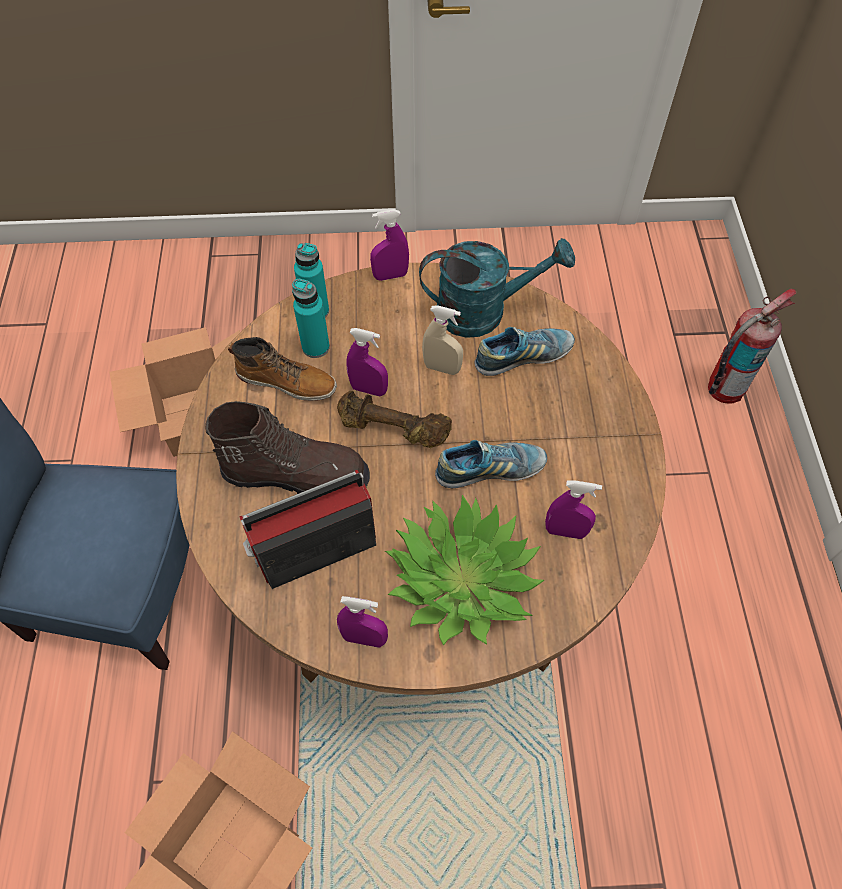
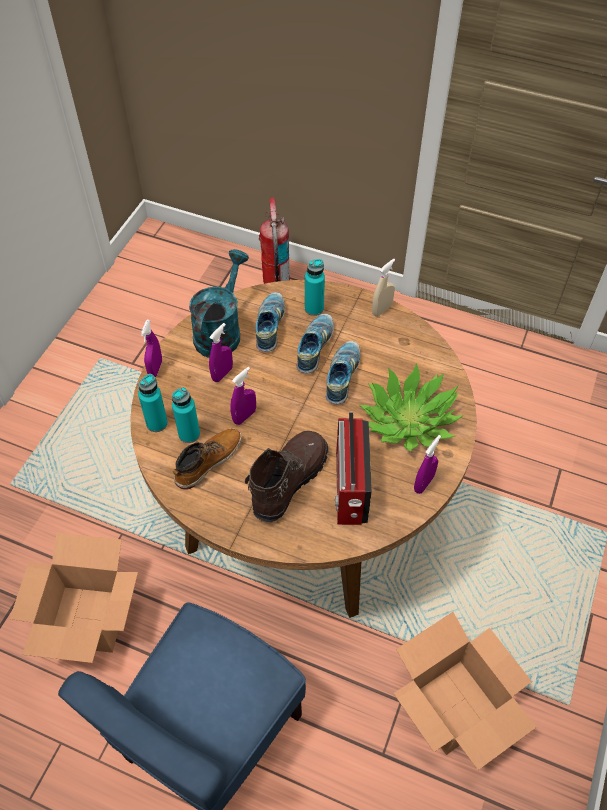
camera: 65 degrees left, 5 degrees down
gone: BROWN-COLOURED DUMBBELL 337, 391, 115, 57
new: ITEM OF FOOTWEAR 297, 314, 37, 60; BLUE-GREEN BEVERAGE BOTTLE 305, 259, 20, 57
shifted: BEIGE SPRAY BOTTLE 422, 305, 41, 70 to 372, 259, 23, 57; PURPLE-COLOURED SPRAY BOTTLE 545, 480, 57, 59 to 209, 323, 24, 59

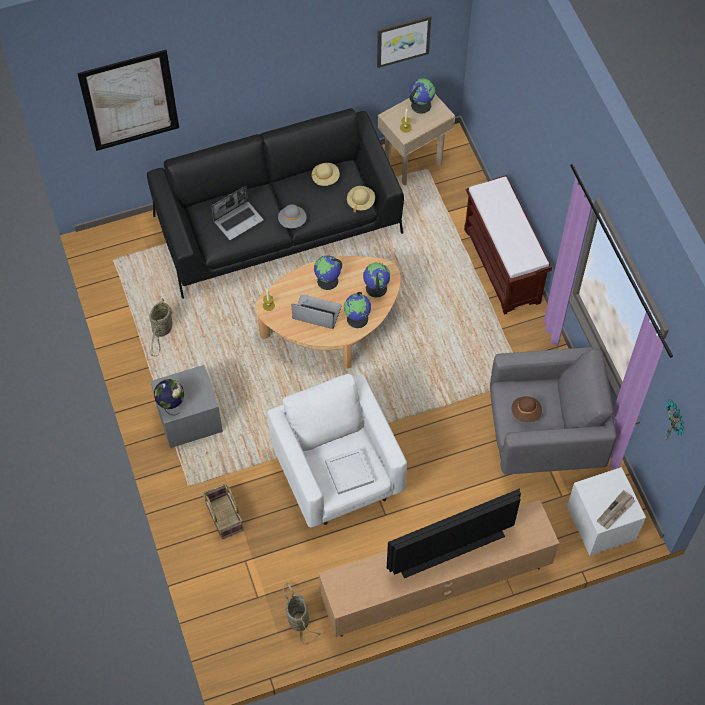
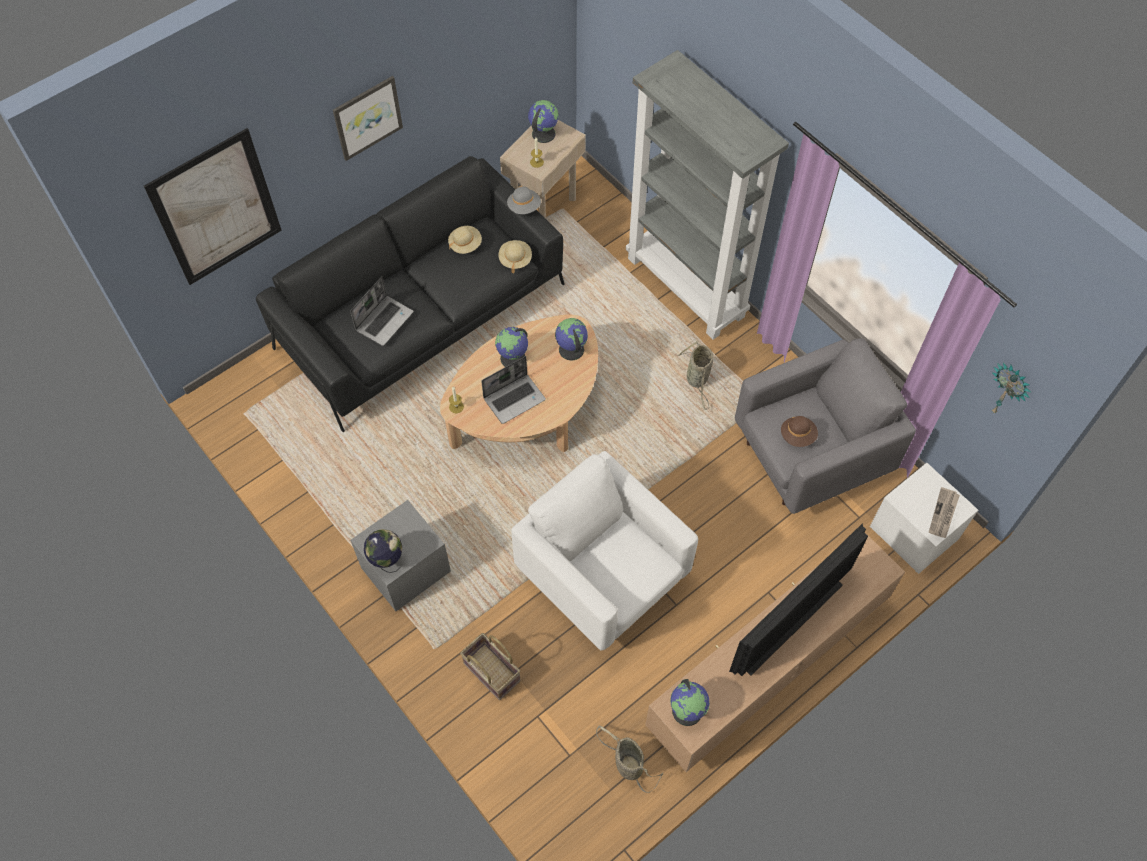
camera: 20 degrees left, 0 degrees up
gone: WHITE CARRYING TRAY 325, 448, 49, 47
shifted: HOUSEHOLD BASKET 149, 298, 23, 58 to 677, 341, 37, 69; GREY WEARABLE HAT 278, 204, 28, 24 to 507, 186, 34, 28; GLOBE 344, 292, 27, 36 to 670, 679, 40, 47; PICTURE 377, 15, 54, 53 to 333, 76, 70, 85
swapped: BROWN-COLOURED INDOOR BENCH 464, 175, 88, 140 to GREY BOOKSHELF 626, 50, 163, 290
rotated: LAPTOP 292, 294, 50, 35 = 481, 356, 65, 68 150 degrees clockwise

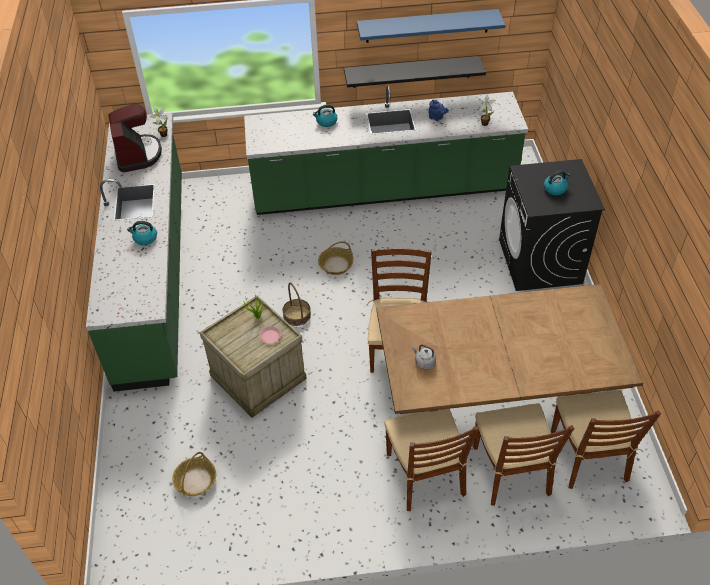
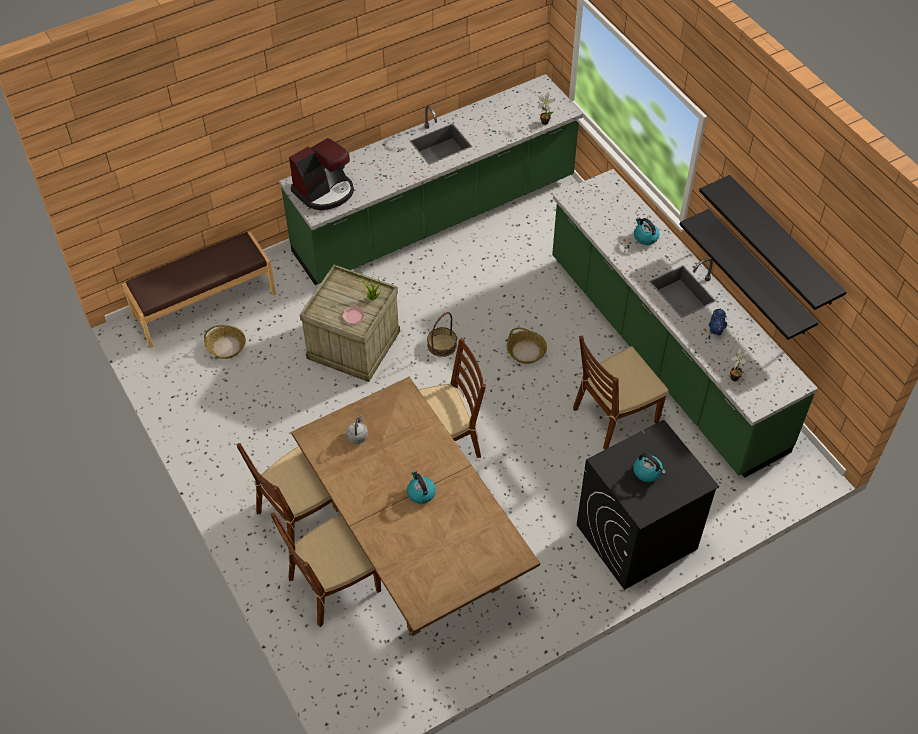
camera: 65 degrees right, 5 degrees up
new: BROWN-COLOURED INDOOR BENCH 122, 231, 154, 117
shifted: COFFEE MACHINE 108, 103, 54, 70 to 289, 138, 65, 72; WATER KETTLE 127, 221, 30, 24 to 407, 470, 29, 34; BROWN-COLOURED PLAIN CHAIR 551, 390, 110, 99 to 573, 335, 96, 114
repainted: BLUE WALL SHELF 357, 9, 149, 34 to BLACKISH WALL SHELF 699, 175, 148, 135

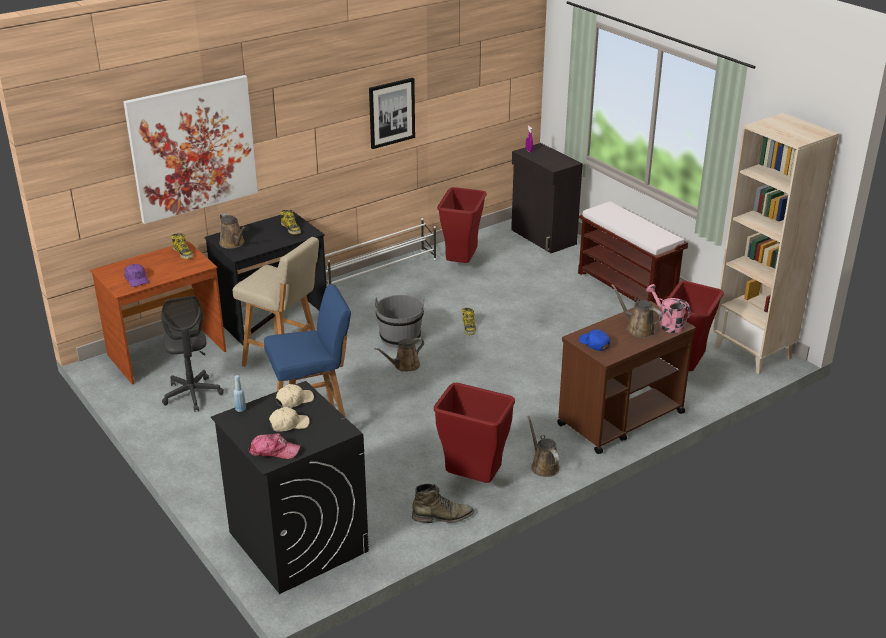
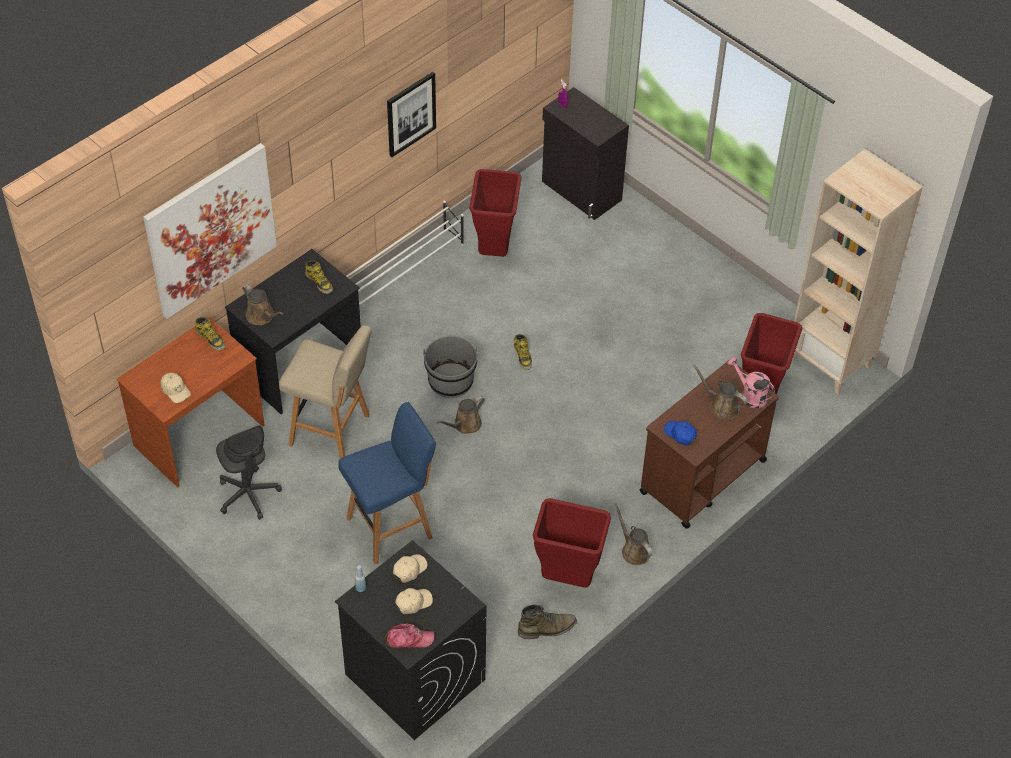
camera: 10 degrees left, 20 degrees up
gone: BROWN-COLOURED INDOOR BENCH 578, 202, 110, 102
repainted: PURPLE-COLOURED PEAKED CAP 124, 264, 25, 23 to BEIGE PEAKED CAP 160, 373, 31, 30

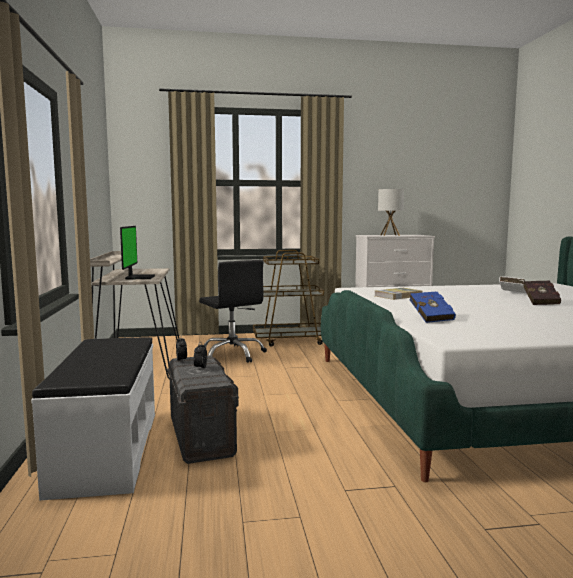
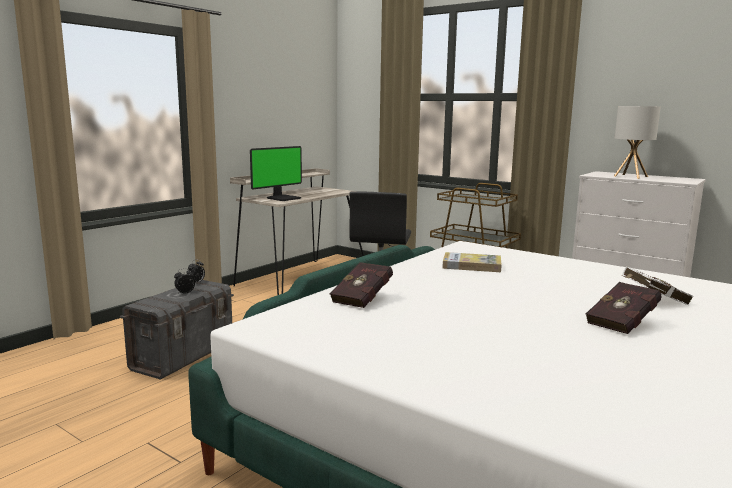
camera: 45 degrees right, 5 degrees up
gone: WHITE INDOOR BENCH 31, 337, 124, 164
repainted: BLUE VOLUME 410, 291, 46, 32 to RED-COLOURED VOLUME 330, 262, 63, 46

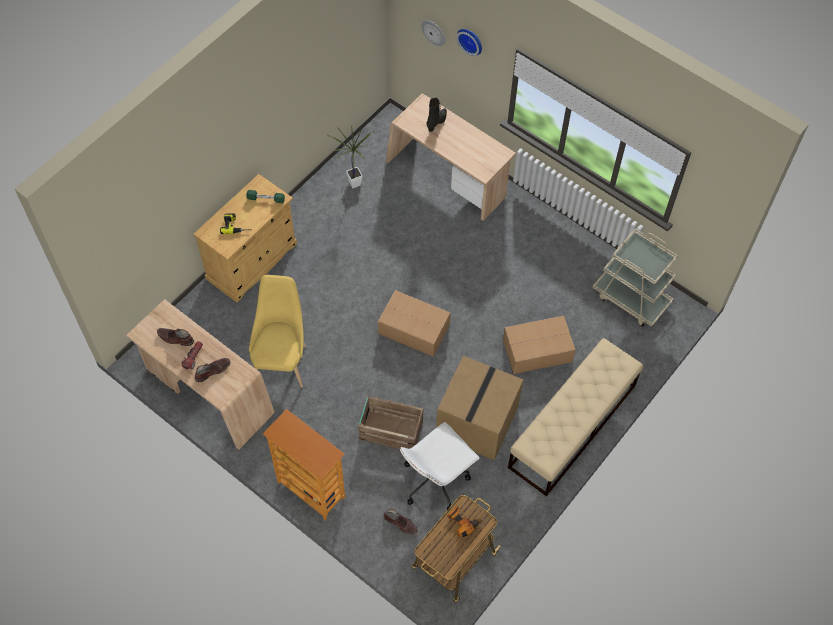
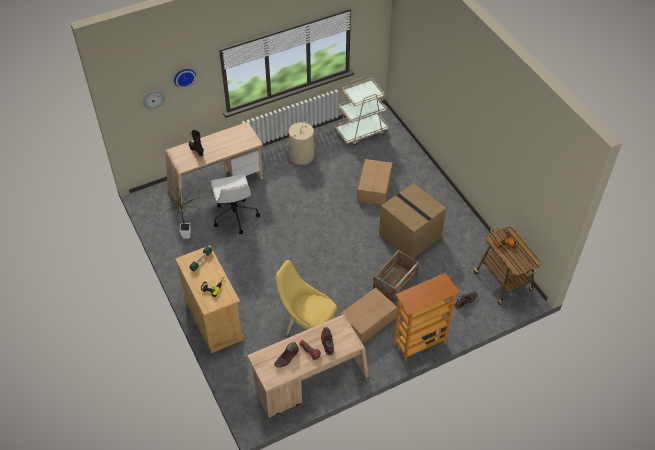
camera: 65 degrees left, 10 degrees down
gone: BEIGE INDOOR BENCH 508, 338, 135, 159
new: BEIGE HAMPER 289, 122, 25, 43
shifted: CARTON 378, 290, 73, 66 to 340, 288, 57, 56; WHITE OFFICE CHAIR 400, 422, 79, 88 to 210, 173, 50, 61

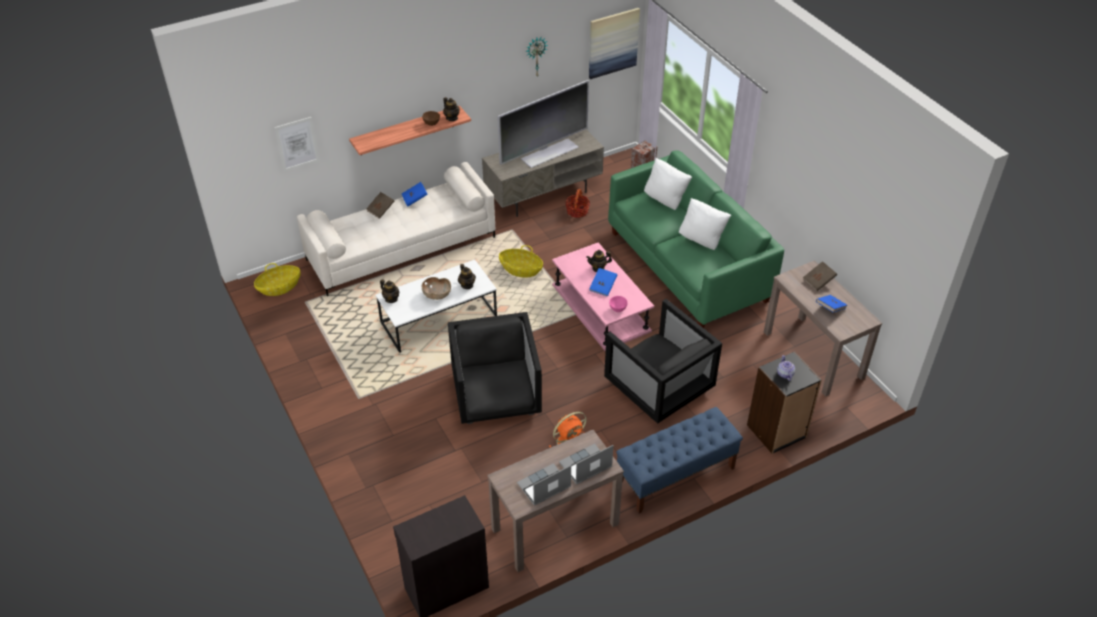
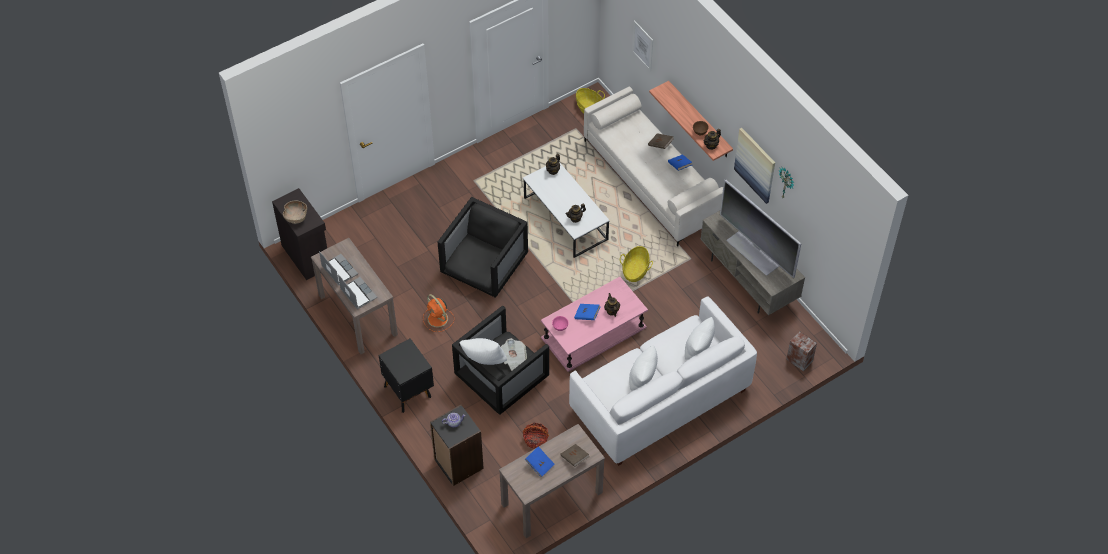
camera: 85 degrees right, 10 degrees up
new: WHITE THROW PILLOW 459, 338, 48, 27; PRINTED PAPER 501, 338, 26, 33
shifted: BROWN-COLOURED BOWL 422, 277, 29, 23 to 283, 201, 24, 23; HOUSEHOLD BASKET 565, 188, 25, 30 to 523, 423, 26, 26; PICTURE 589, 8, 51, 71 to 734, 128, 41, 76
swapped: BLUE INDOOR BENCH 616, 407, 127, 106 to BLACKISH BEDSIDE TABLE 379, 338, 55, 75
repainted: GREEN-COLOURED SETTEE 608, 150, 176, 178 to WHITE SETTEE 569, 297, 188, 169
rotated: BLACKISH ARMCHAIR 448, 312, 94, 112 = 438, 197, 90, 101 45 degrees counterclockwise

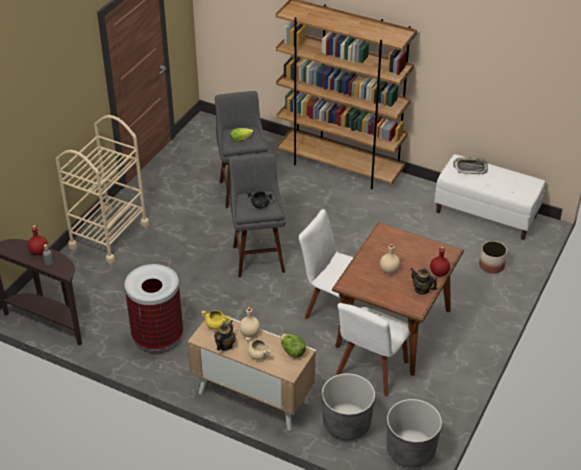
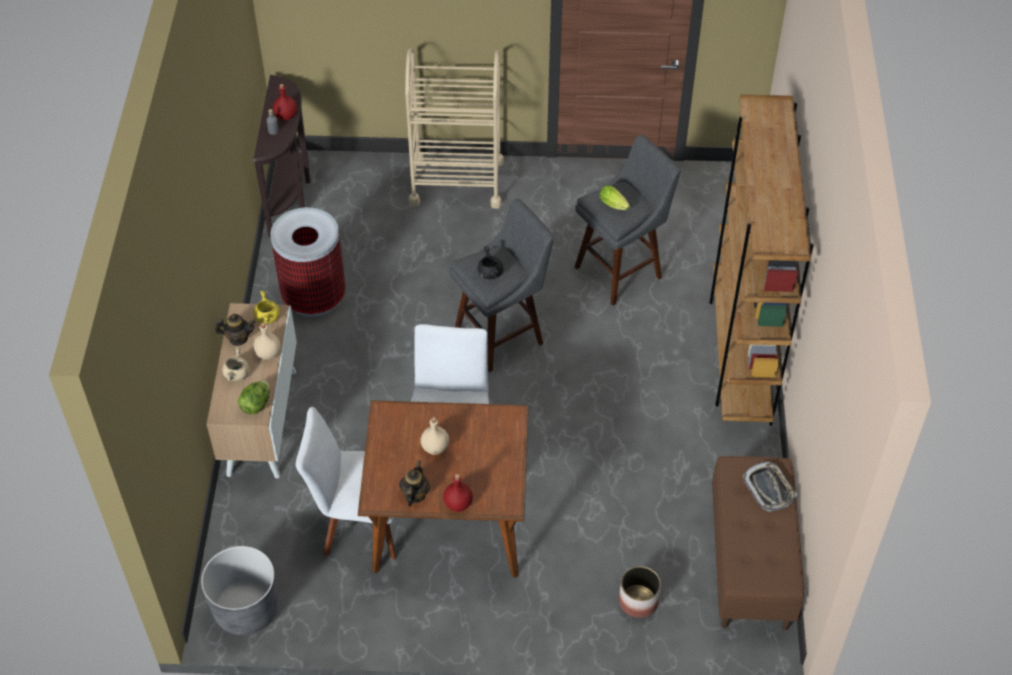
camera: 65 degrees right, 10 degrees up
gone: GREY PLANT POT 322, 373, 53, 67
repainted: WHITE INDOOR BENCH 434, 154, 111, 86 to BROWN-COLOURED INDOOR BENCH 712, 456, 92, 174

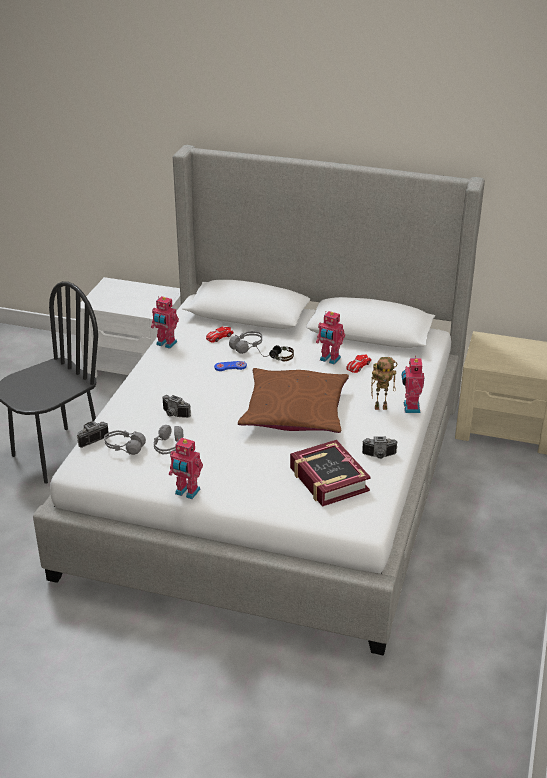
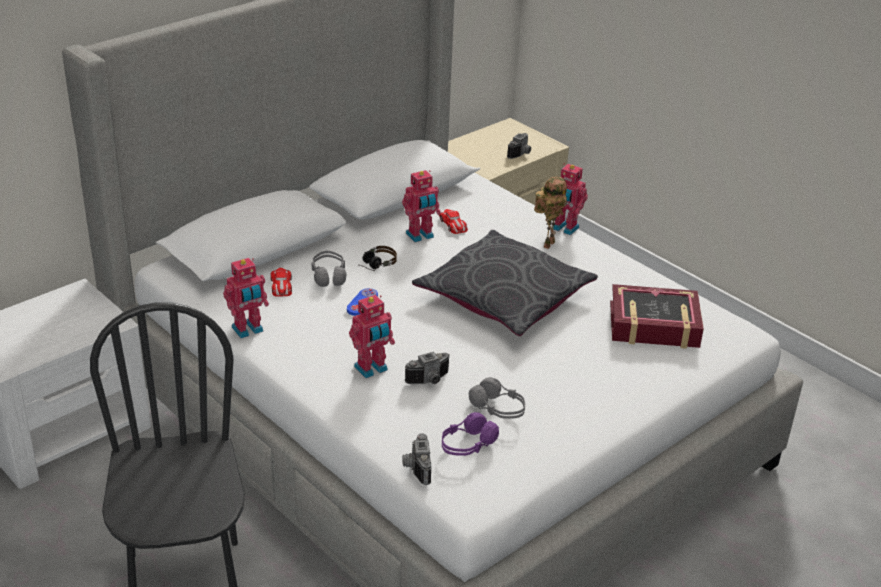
camera: 60 degrees left, 0 degrees up
shifted: TOY ROBOT 169, 438, 34, 61 to 349, 295, 46, 83; STILL CAMERA 362, 436, 36, 23 to 507, 133, 24, 26
repainted: GREY HEADSET 104, 430, 42, 25 to PURPLE-COLOURED HEADSET 442, 412, 57, 44; BROWN-COLOURED THROW PILLOW 238, 368, 111, 65 to GREY THROW PILLOW 412, 230, 186, 106

